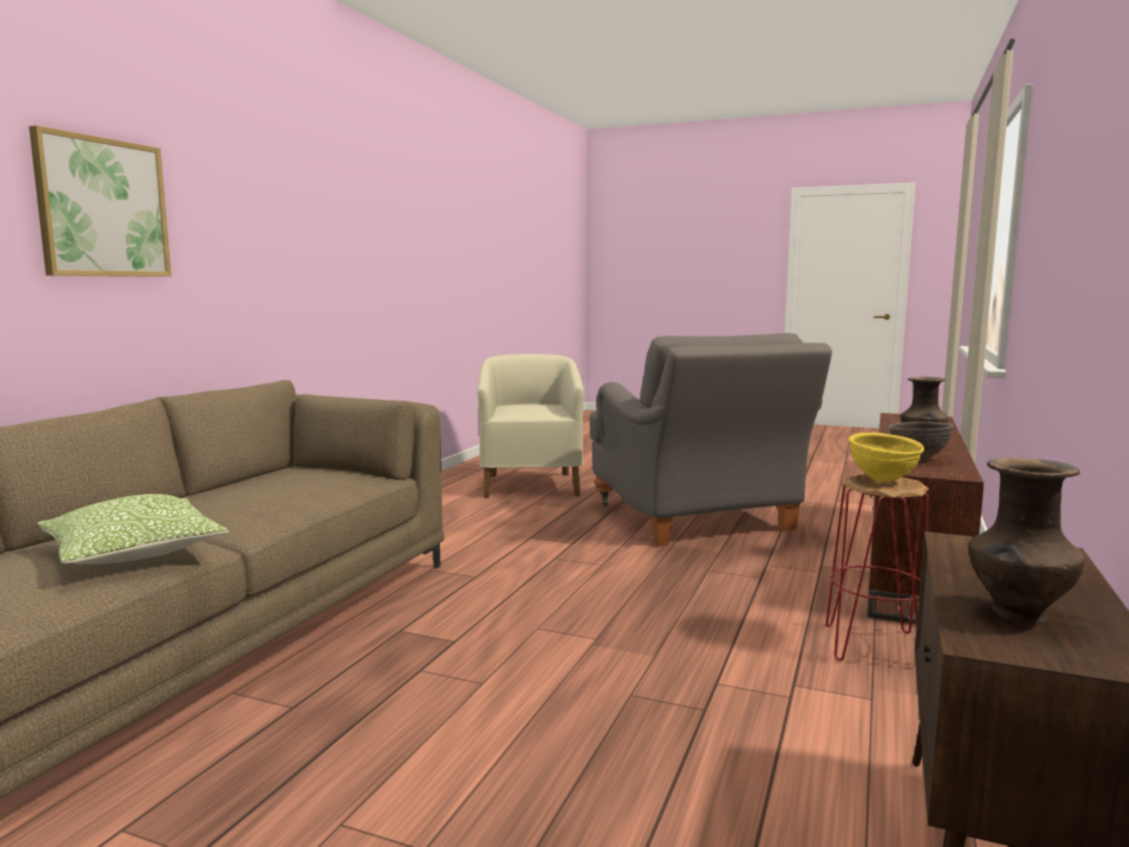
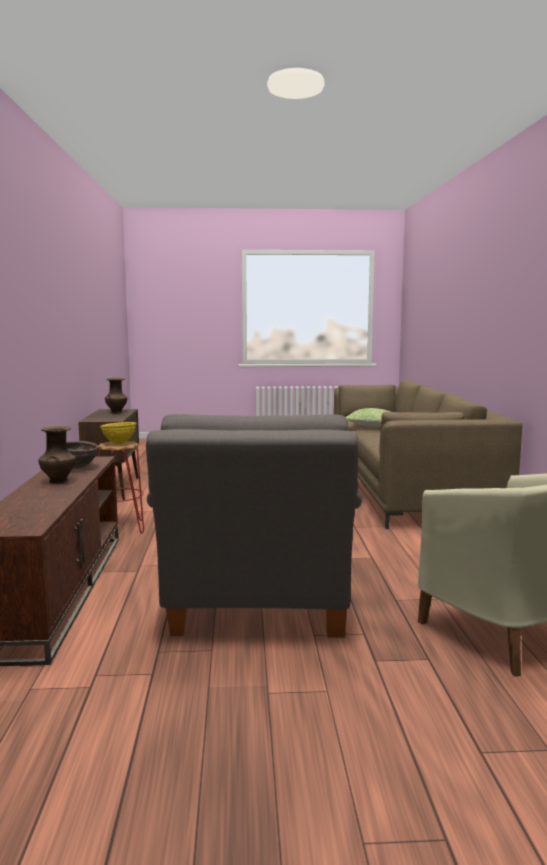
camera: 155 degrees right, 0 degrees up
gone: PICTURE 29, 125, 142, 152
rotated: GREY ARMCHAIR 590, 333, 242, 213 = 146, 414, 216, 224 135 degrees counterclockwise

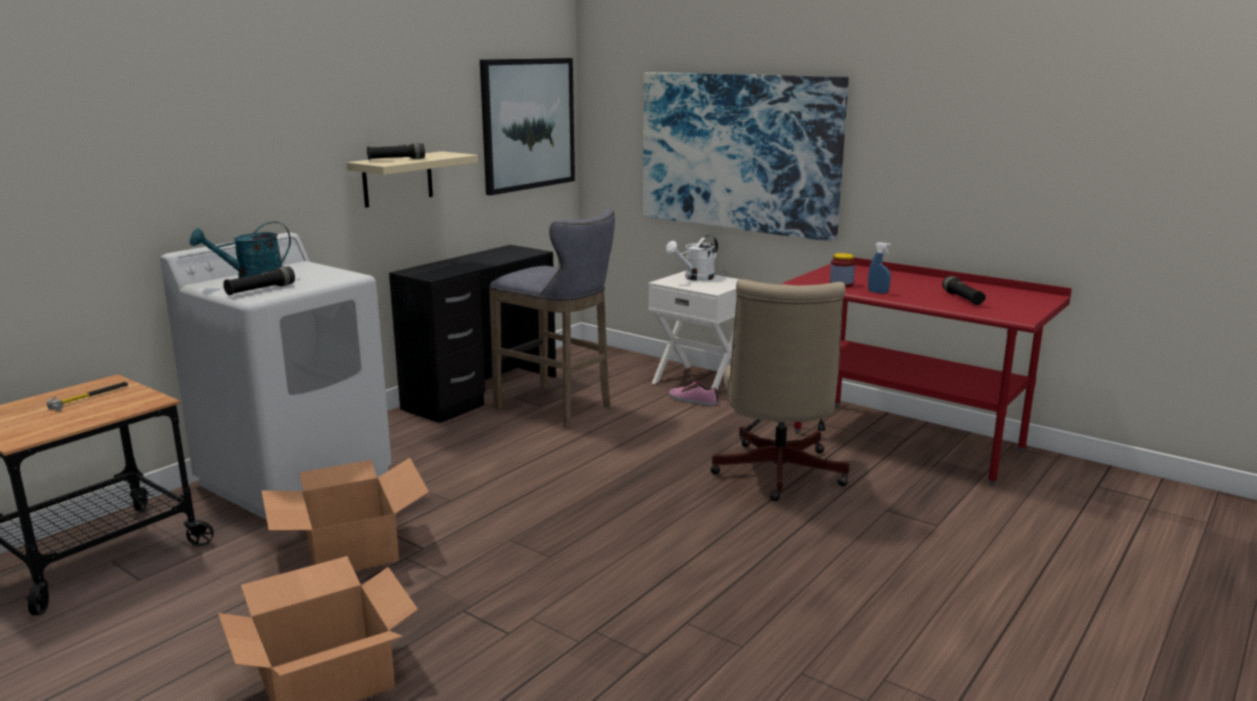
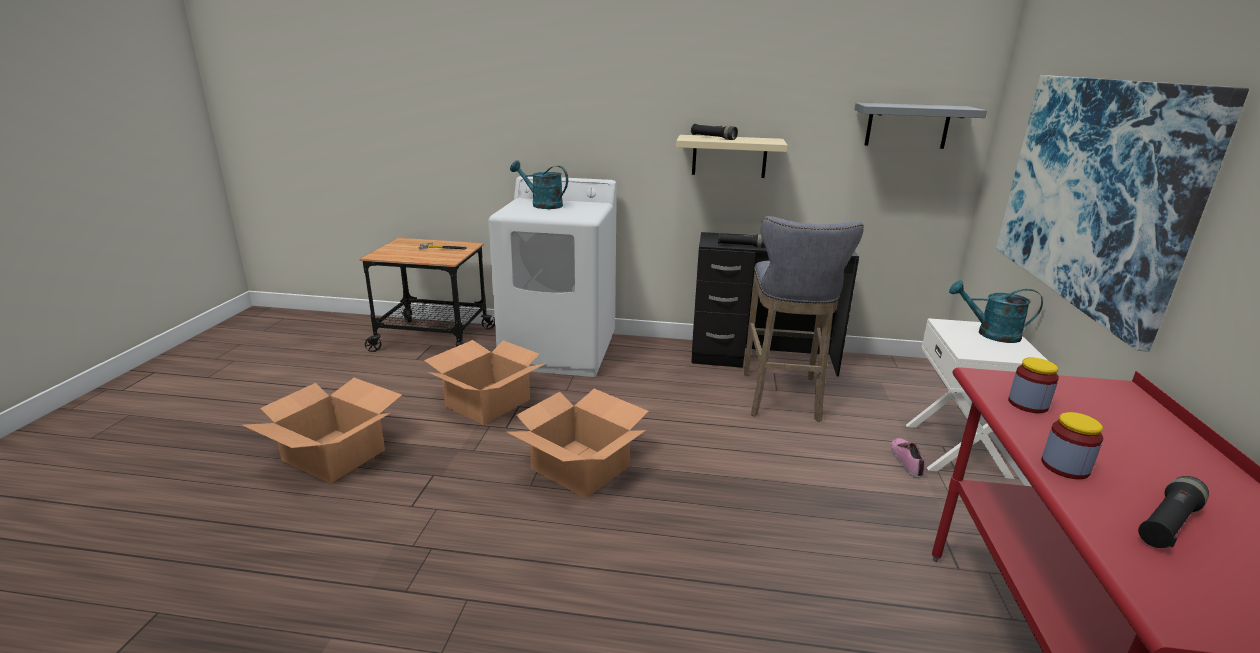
camera: 60 degrees right, 5 degrees up
gone: BEIGE OFFICE CHAIR 710, 279, 139, 222; BLUE SPRAY BOTTLE 868, 242, 23, 52
new: CARTON 507, 389, 142, 109; STORAGE JAR 1041, 412, 62, 67
shifted: BLACKISH HAND TORCH 223, 267, 72, 28 to 718, 233, 47, 15
swapped: PICTURE 480, 58, 95, 137 to GREY WALL SHELF 854, 103, 133, 46
repainted: WHITE WATERING POT 666, 235, 52, 46 to BLUE-GREEN WATERING POT 949, 280, 94, 63

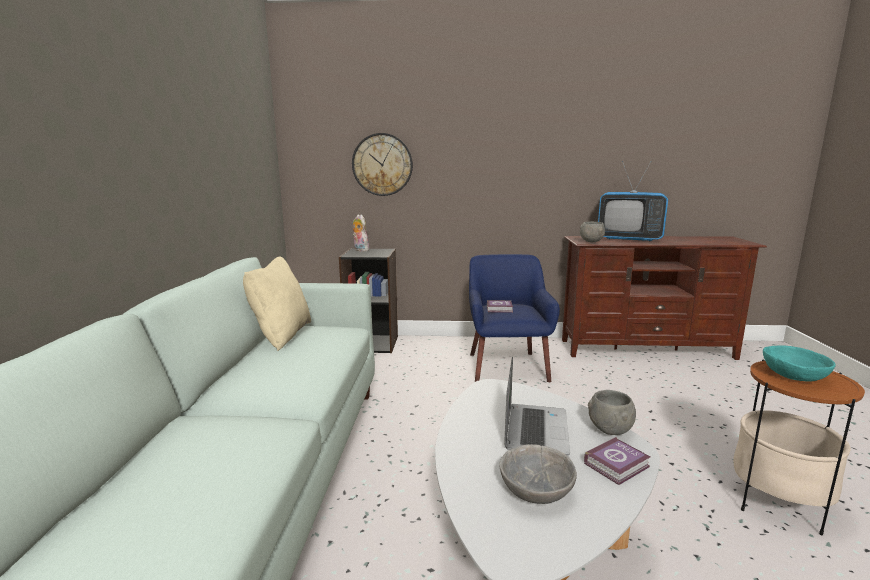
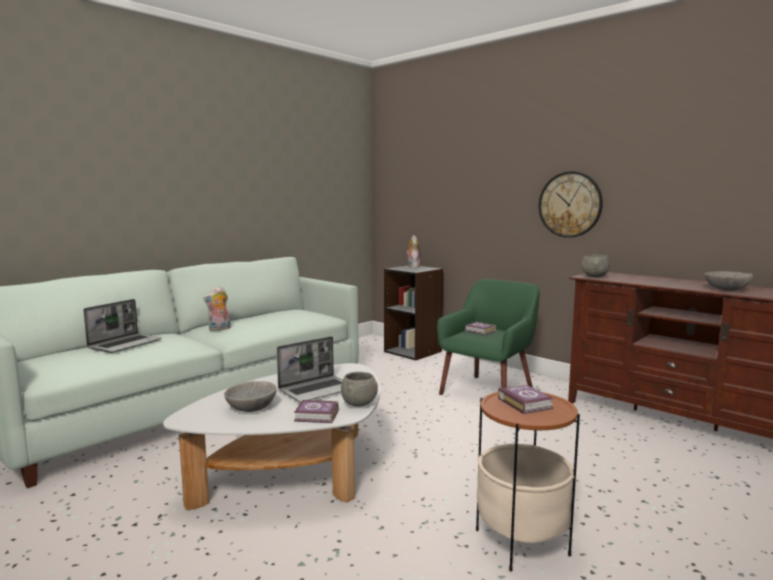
camera: 40 degrees right, 5 degrees down
gone: BEIGE THROW PILLOW 243, 257, 68, 94; TELEVISION 598, 161, 70, 80
new: LAPTOP 83, 299, 79, 54; SOFT TOY 203, 286, 28, 45; GREY BOWL 704, 271, 49, 20
shifted: HANGING CLOCK 352, 133, 61, 63 to 538, 171, 65, 67
swapped: BLUE-GREEN BOWL 763, 345, 73, 37 to VOLUME 498, 385, 56, 29
repainted: BLUE ARMCHAIR 469, 254, 91, 128 to GREEN-COLOURED ARMCHAIR 437, 279, 103, 116

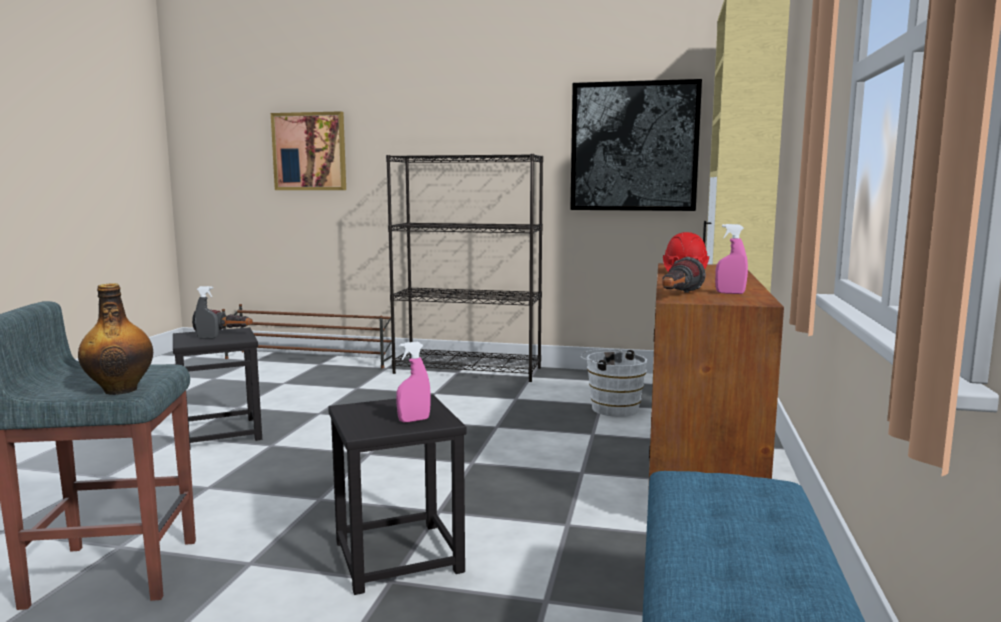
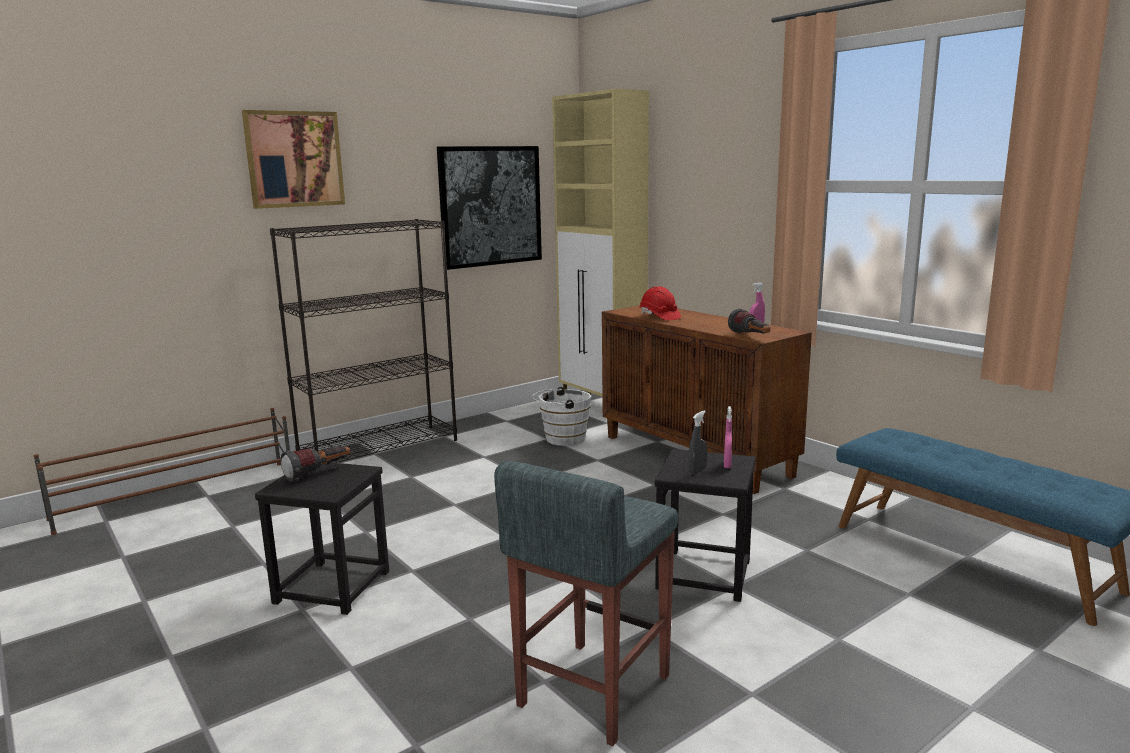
camera: 50 degrees left, 5 degrees up
gone: BEVERAGE BOTTLE 78, 283, 75, 112
shifted: GREY SPRAY BOTTLE 195, 286, 24, 53 to 688, 411, 19, 64; PICTURE 271, 111, 75, 79 to 242, 110, 103, 99

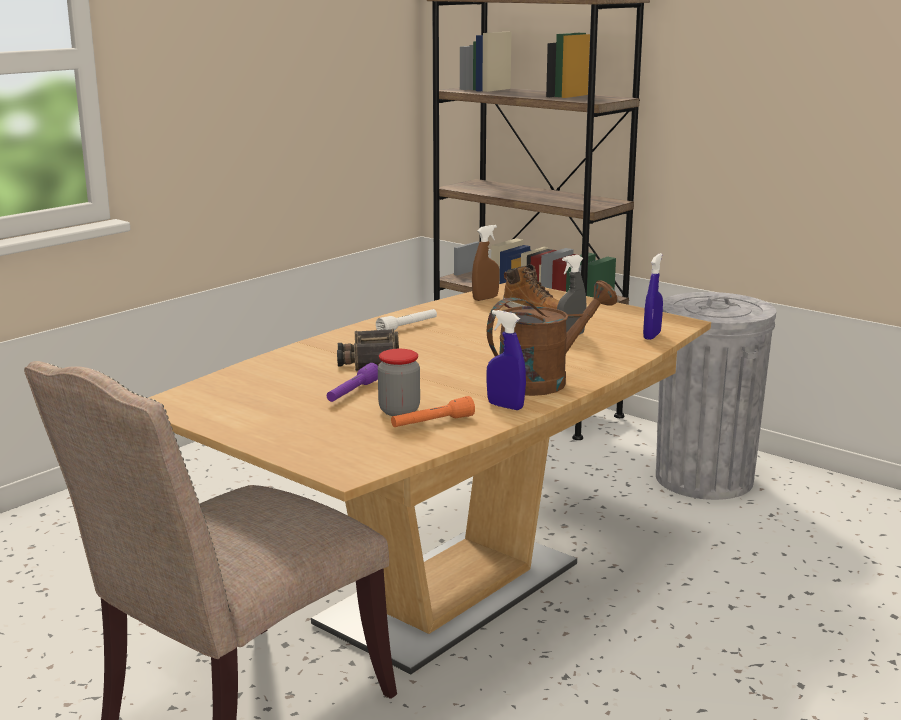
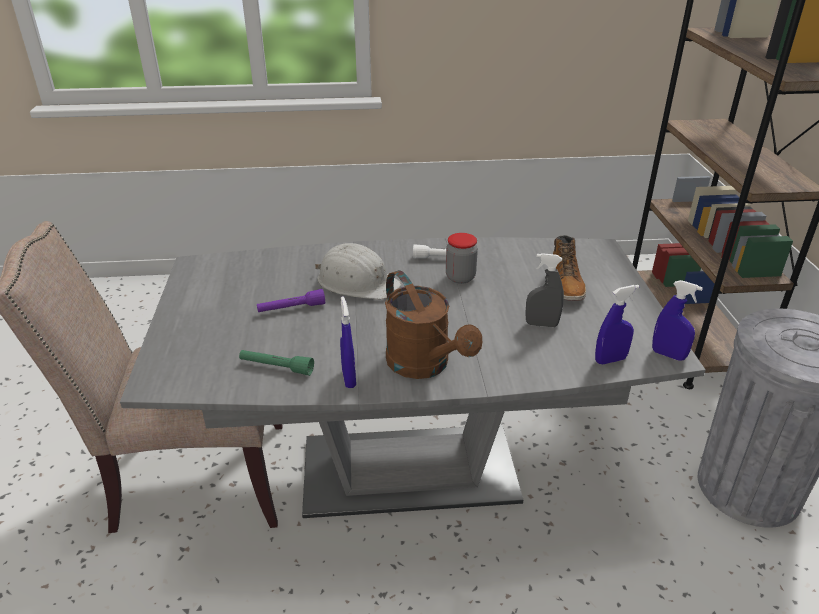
camera: 45 degrees right, 15 degrees up
gone: BROWN-COLOURED SPRAY BOTTLE 472, 225, 28, 76
new: BLUE SPRAY BOTTLE 652, 280, 51, 81
shifted: STORAGE JAR 378, 349, 42, 67 to 446, 233, 32, 51
swapped: PAIR OF BINOCULARS 337, 329, 62, 42 to WHITE WORK HELMET 315, 243, 86, 57
repainted: BROWN-COLOURED KITCHEN TABLE 149, 283, 562, 391 to GREY KITCHEN TABLE 120, 237, 586, 281; ORANGEY HAND TORCH 391, 396, 84, 31 to GREEN-COLOURED HAND TORCH 239, 350, 75, 26
rotated: BROWN-COLOURED WATERING POT 487, 280, 130, 116 = 385, 270, 97, 109 45 degrees clockwise

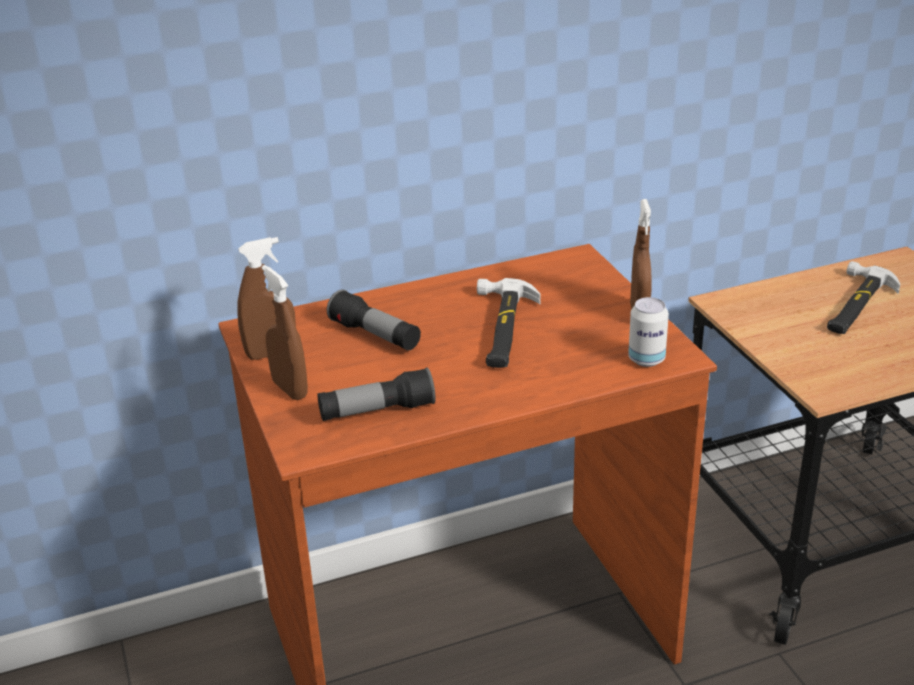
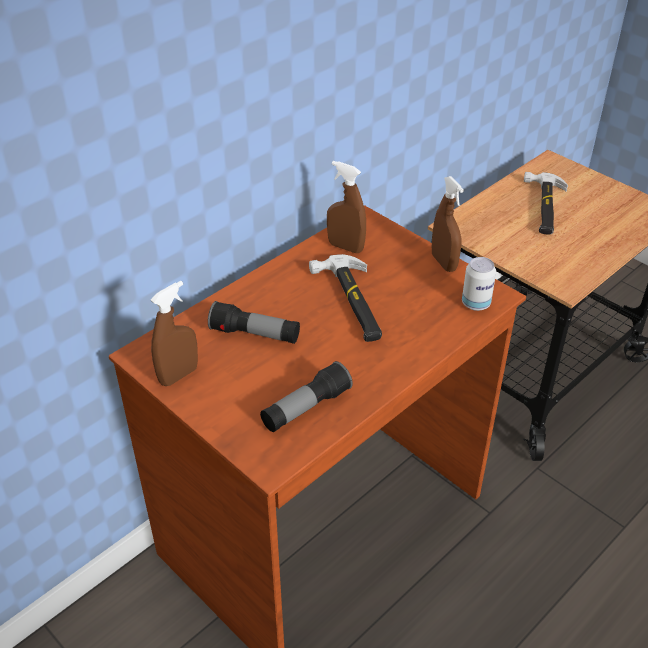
camera: 25 degrees left, 10 degrees up
shifted: BROWN-COLOURED SPRAY BOTTLE 262, 265, 46, 135 to 327, 161, 39, 92

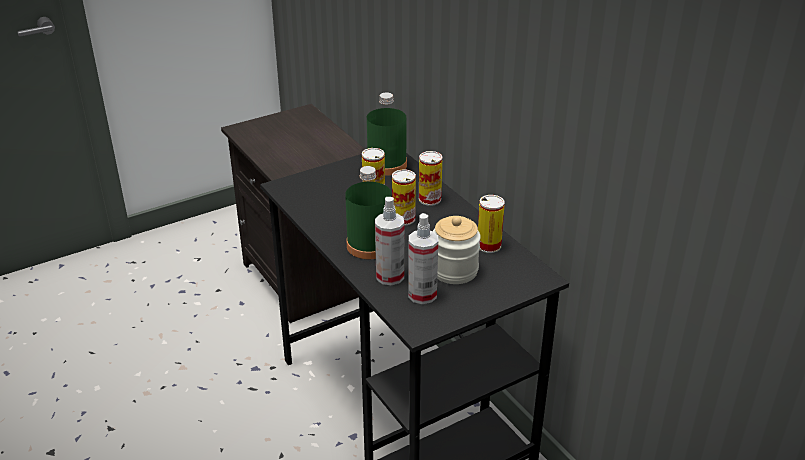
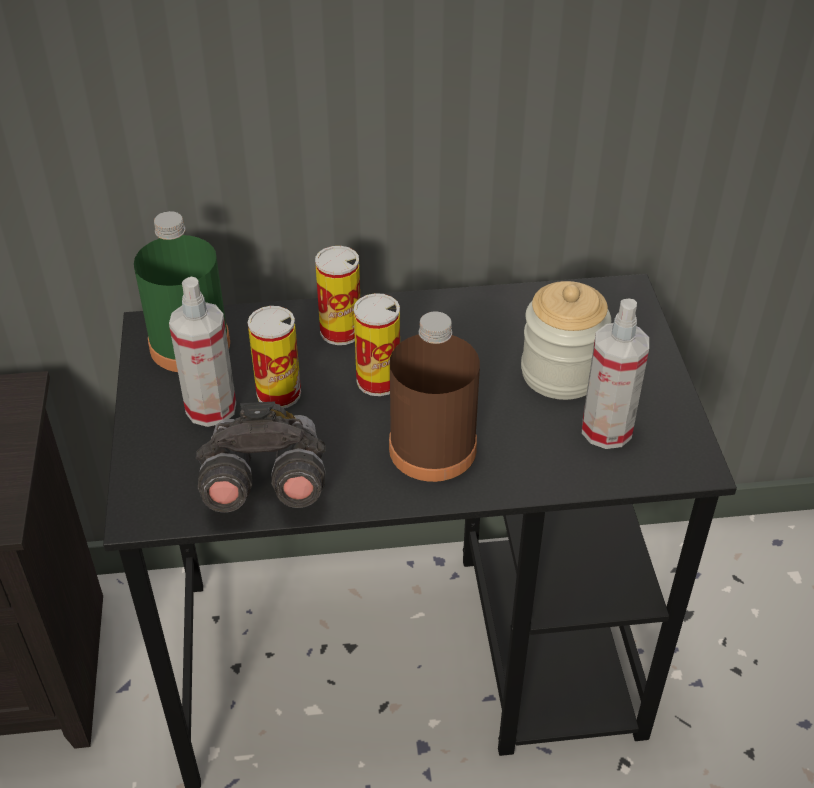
camera: 65 degrees left, 10 degrees up
gone: METAL CAN 478, 195, 27, 58
new: GREY PAIR OF BINOCULARS 196, 401, 130, 112
shifted: SPRAY BOTTLE 375, 197, 29, 88 to 169, 276, 67, 151
repainted: GREEN-COLOURED BEVERAGE BOTTLE 345, 166, 46, 93 to BROWN-COLOURED BEVERAGE BOTTLE 389, 311, 91, 171

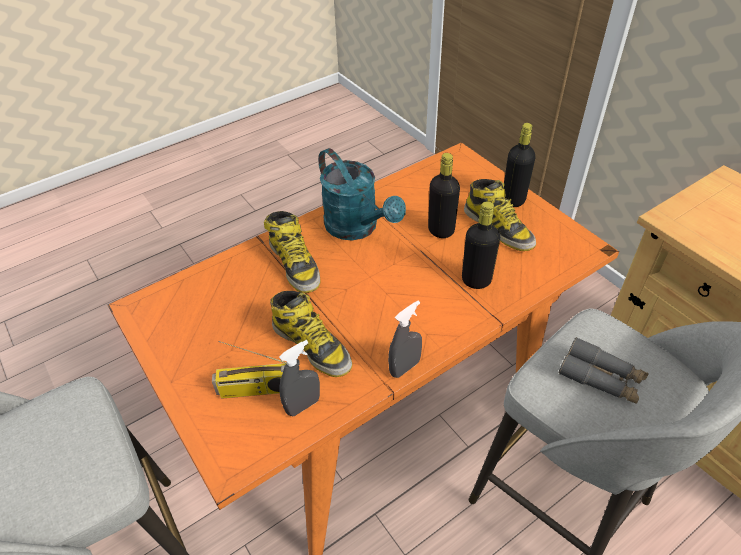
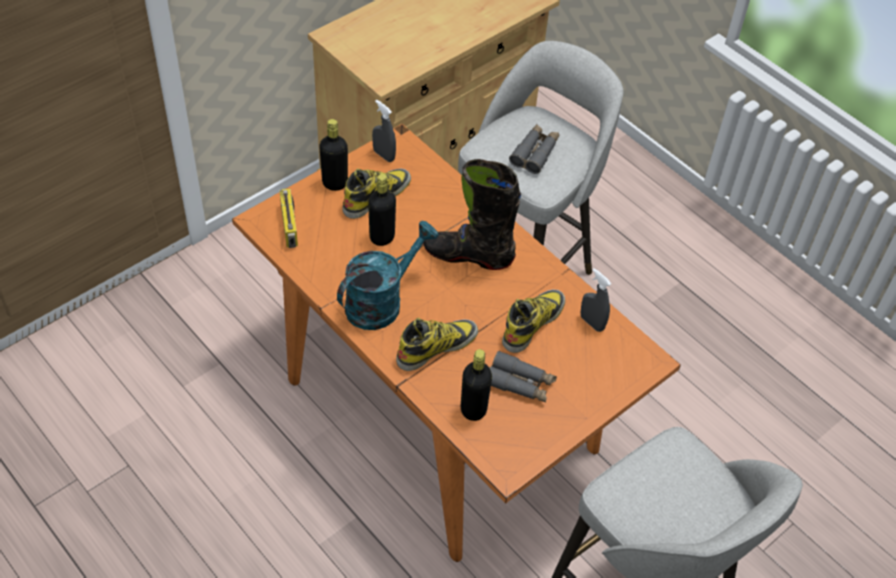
camera: 100 degrees left, 5 degrees up
new: BLACKISH HIGH-TOP BOOT 423, 159, 98, 111; GREY PAIR OF BINOCULARS 489, 351, 68, 52
shifted: RADIO SET 212, 341, 75, 58 to 279, 189, 19, 59; GREY SPRAY BOTTLE 388, 300, 34, 78 to 372, 100, 24, 62; BLACKISH BEVERAGE BOTTLE 462, 201, 38, 88 to 461, 349, 31, 72

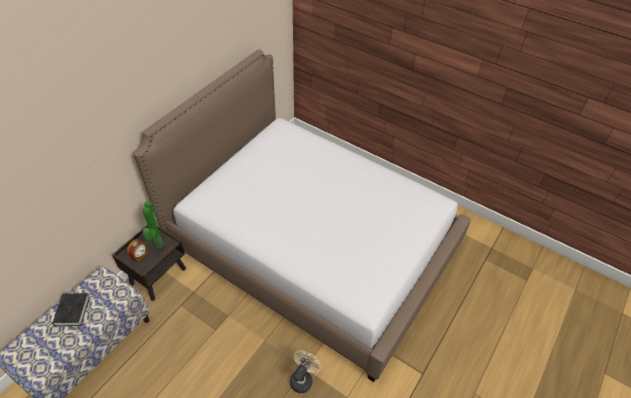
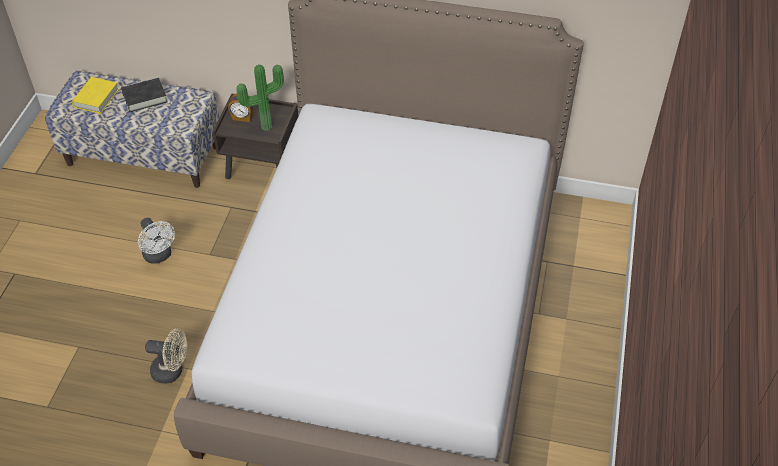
camera: 70 degrees right, 0 degrees up
new: YELLOWISH VOLUME 72, 77, 47, 37; WHITE ELECTRIC FAN 138, 218, 37, 46

